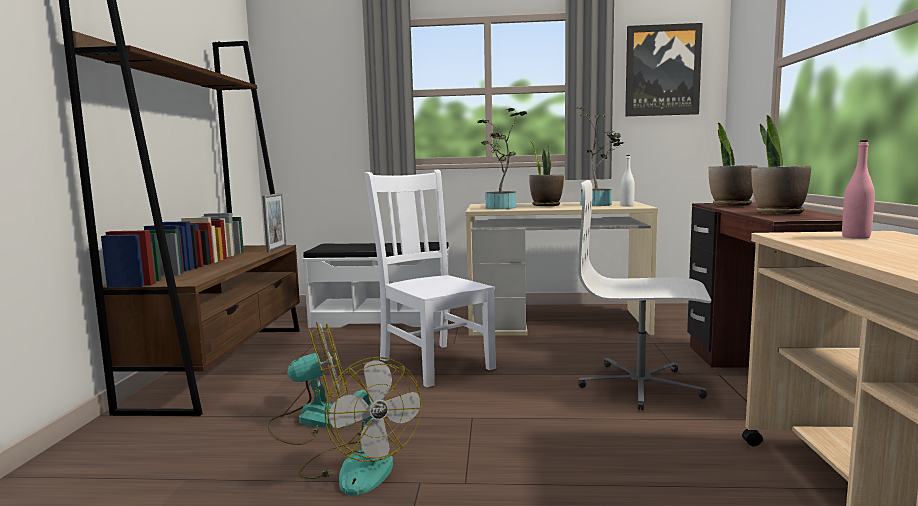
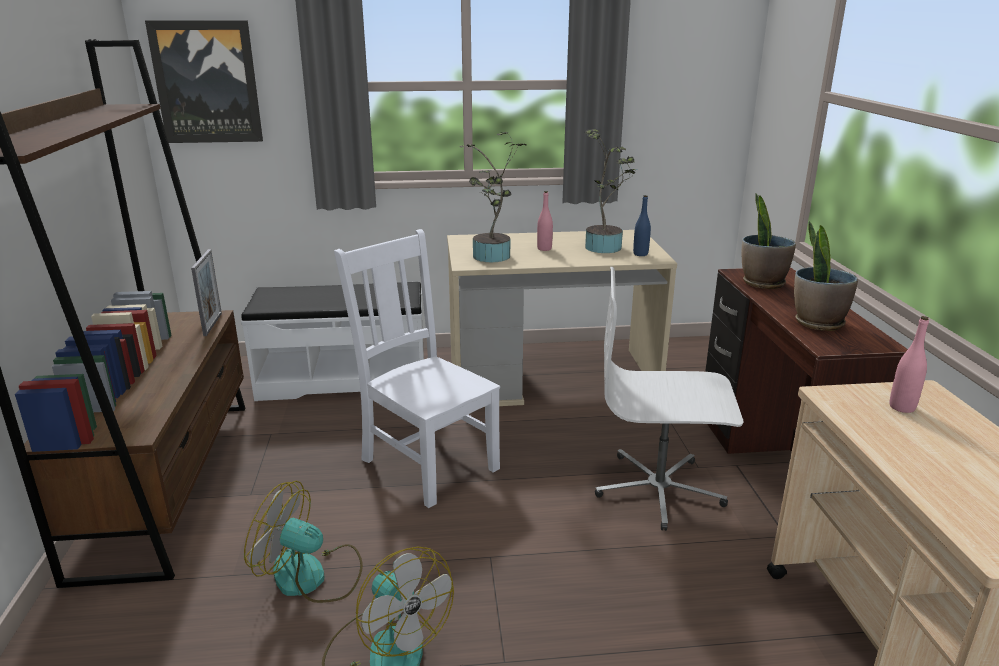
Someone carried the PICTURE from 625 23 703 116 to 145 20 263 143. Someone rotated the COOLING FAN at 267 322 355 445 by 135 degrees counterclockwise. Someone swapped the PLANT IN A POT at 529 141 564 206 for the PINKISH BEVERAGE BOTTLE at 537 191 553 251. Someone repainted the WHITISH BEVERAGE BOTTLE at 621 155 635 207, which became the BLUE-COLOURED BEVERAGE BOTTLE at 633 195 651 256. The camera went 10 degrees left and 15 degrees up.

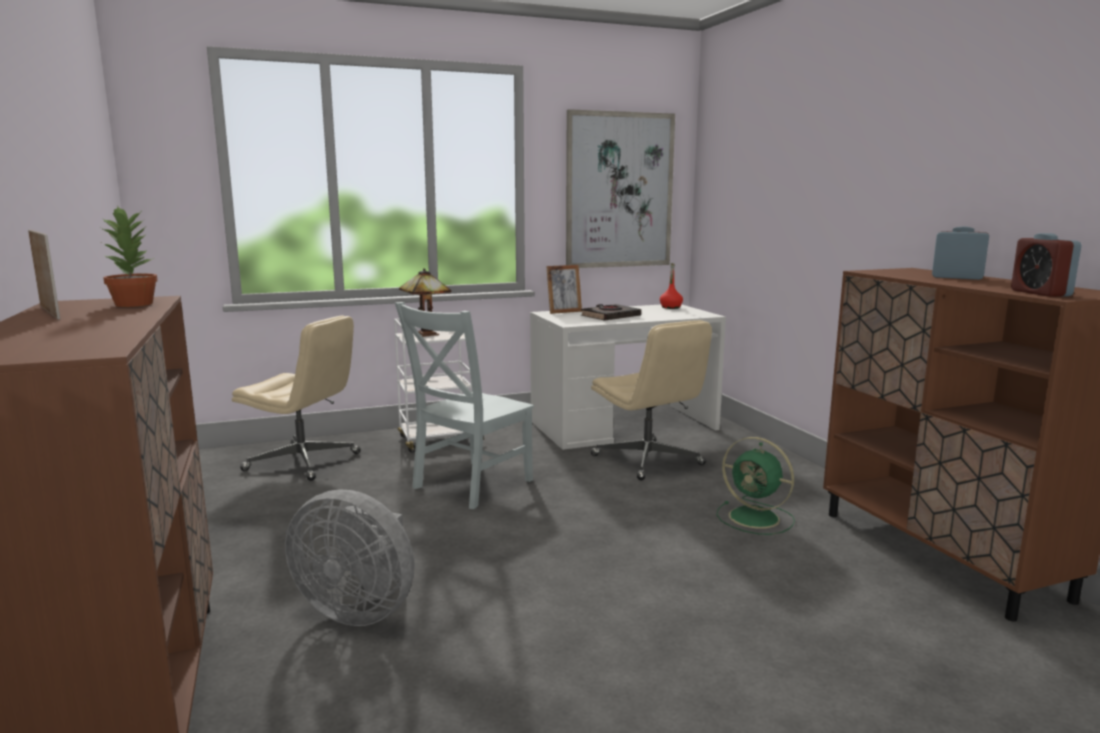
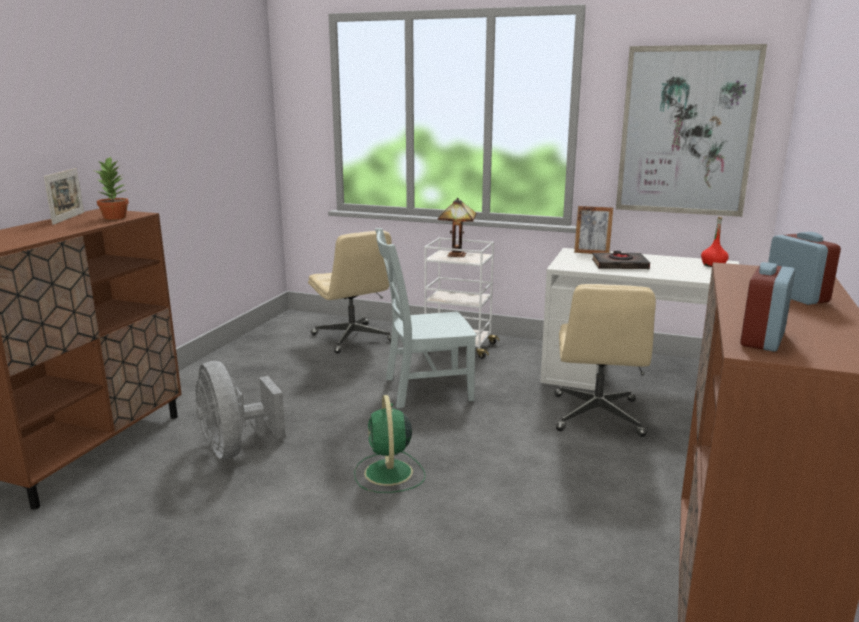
Someone carried the GREENISH COOLING FAN from 717 437 795 535 to 354 395 426 493. The camera went 40 degrees right and 5 degrees up.

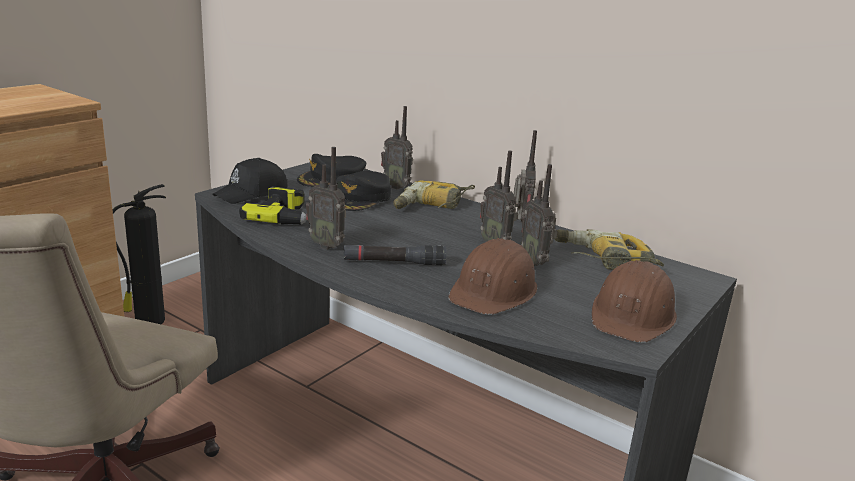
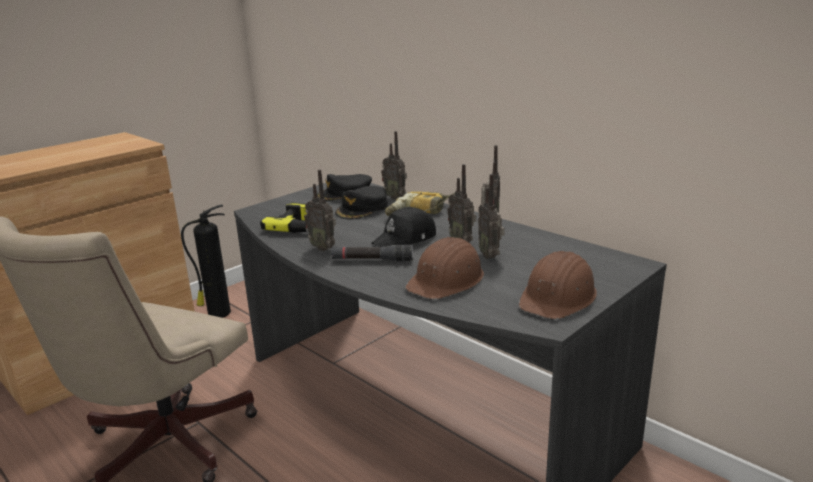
Someone carried the BLACKISH PEAKED CAP from 212 158 287 204 to 371 207 436 247. Someone took away the DRILL at 555 229 664 270. The camera went 10 degrees right and 0 degrees up.

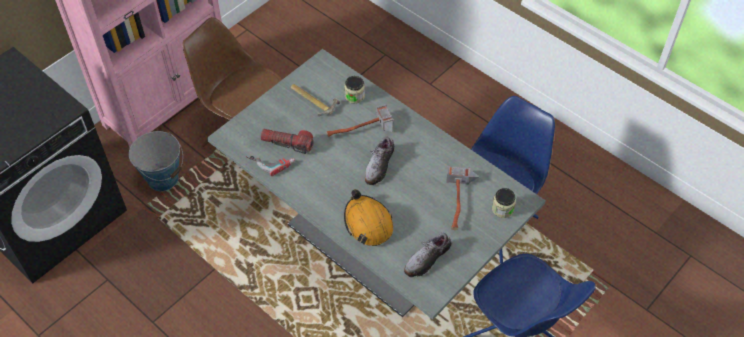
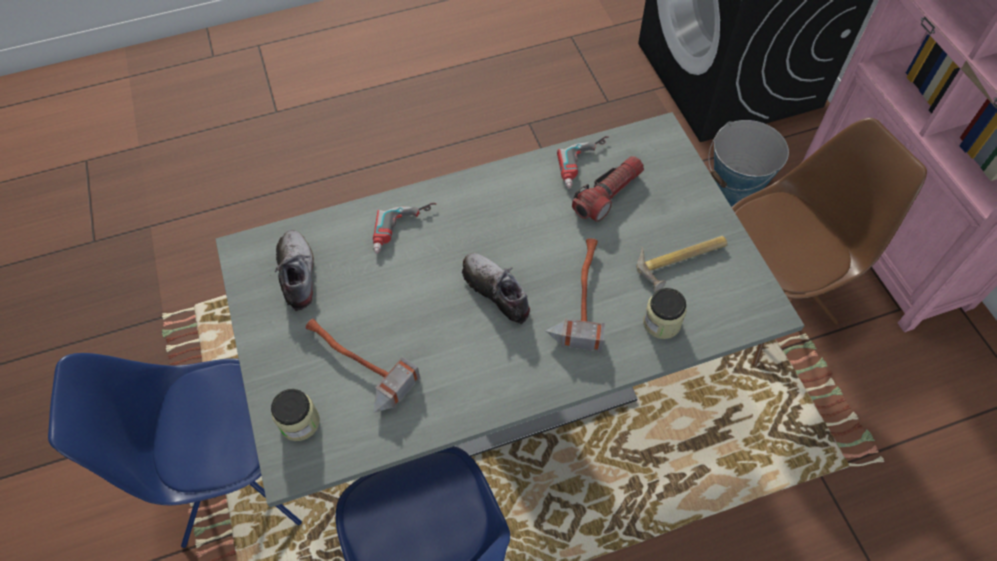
Someone swapped the ORANGEY HARD HAT at 344 189 393 246 for the DRILL at 373 203 437 254. The camera went 120 degrees right and 5 degrees up.

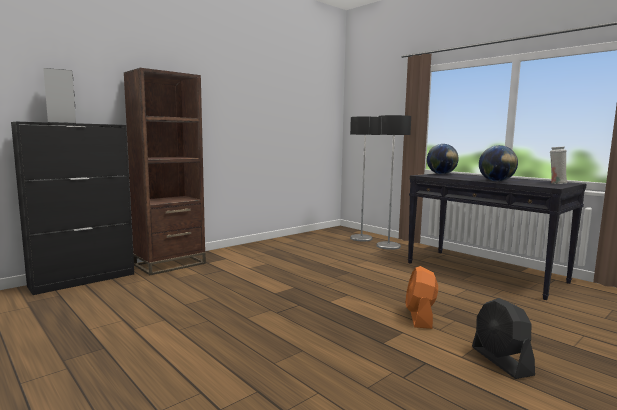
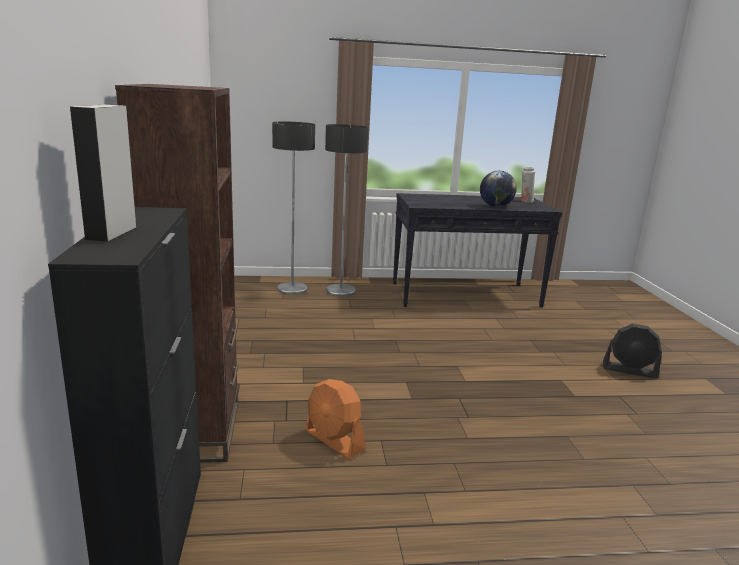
Someone carried the ORANGEY COOLING FAN from 405 266 438 329 to 305 379 366 459. Someone took away the DESK GLOBE at 427 144 459 174. The camera went 55 degrees left and 10 degrees up.

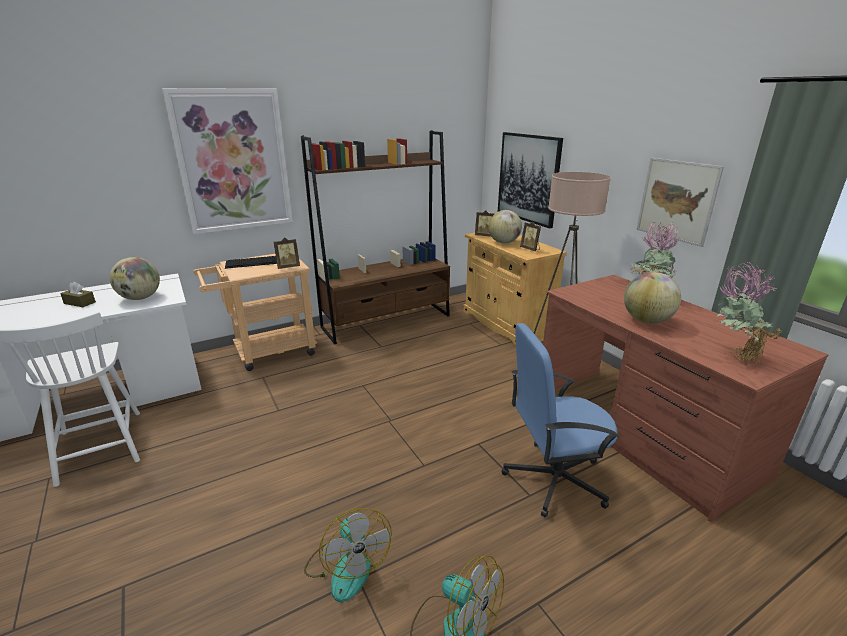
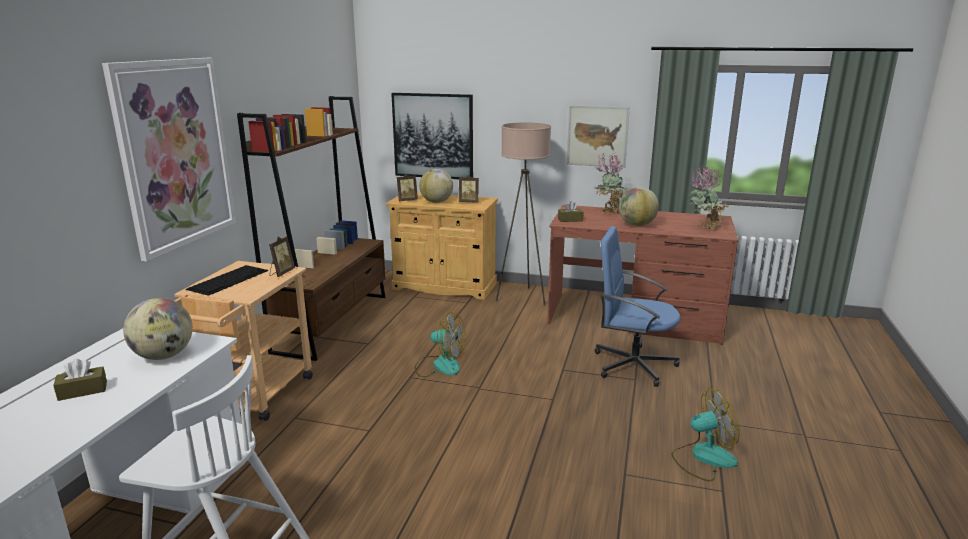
Someone carried the COOLING FAN from 304 508 392 602 to 415 312 466 377. Someone put down the BROWN BOX OF TISSUES at 558 201 584 222. Someone rotated the BLUE-COLOURED OFFICE CHAIR at 502 323 619 518 by 75 degrees clockwise. The camera went 45 degrees left and 5 degrees down.

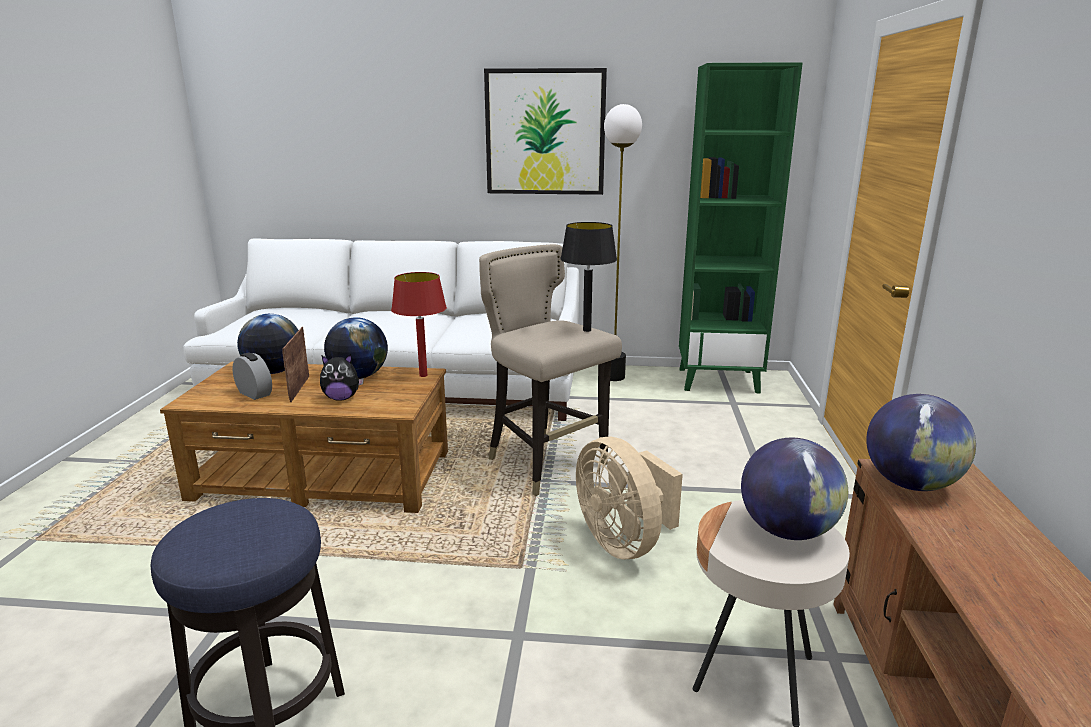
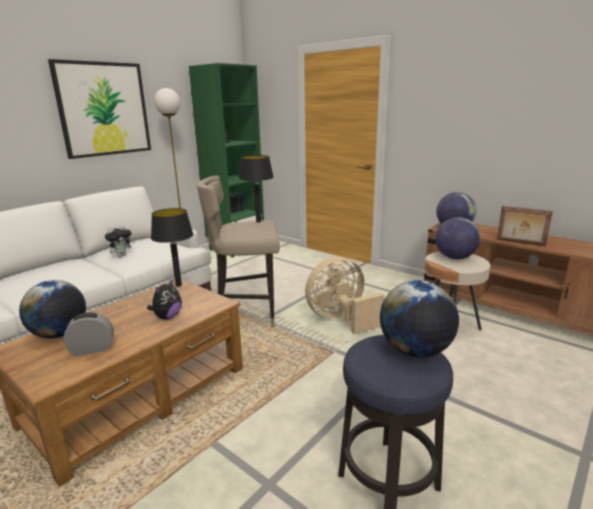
Someone put down the CUDDLY TOY at 105 225 135 257. Someone repainted the RED-COLOURED LAMP FOR A TABLE at 391 272 447 377, which became the BLACKISH LAMP FOR A TABLE at 151 208 194 287. Someone rotated the BEIGE COOLING FAN at 576 437 683 559 by 150 degrees clockwise. Someone carried the DESK GLOBE from 324 317 388 379 to 380 280 459 358. Someone carried the STANDING FRAME from 282 327 309 402 to 497 206 553 246. The camera went 55 degrees left and 0 degrees up.

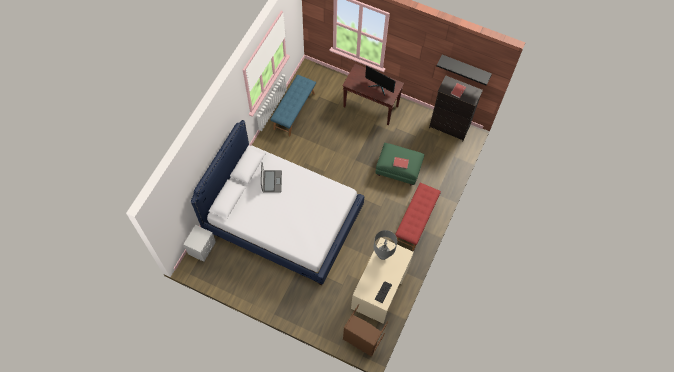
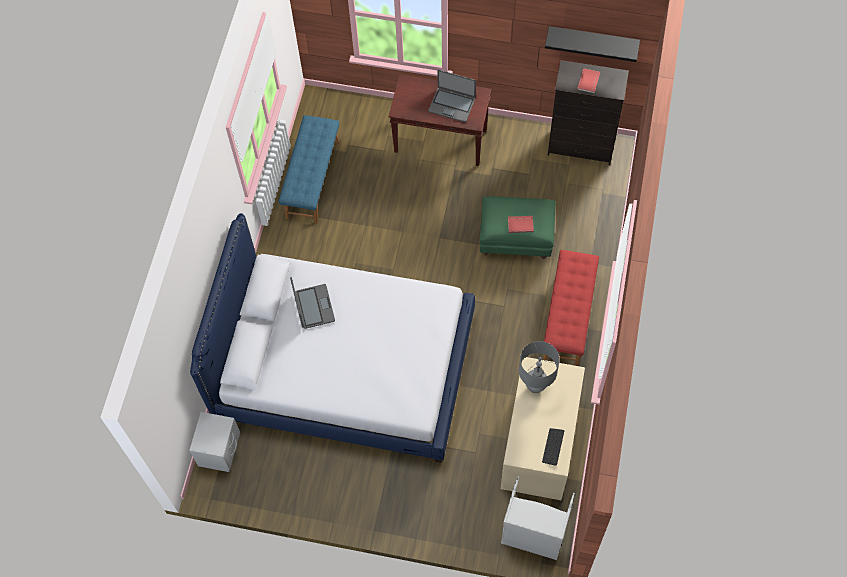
Someone swapped the COMPUTER DISPLAY at 365 65 396 96 for the LAPTOP at 428 70 476 122. Someone repainted the BROWN WASHING BASKET at 343 304 388 357, which became the GREY WASHING BASKET at 501 476 575 560. The camera went 10 degrees left and 0 degrees up.

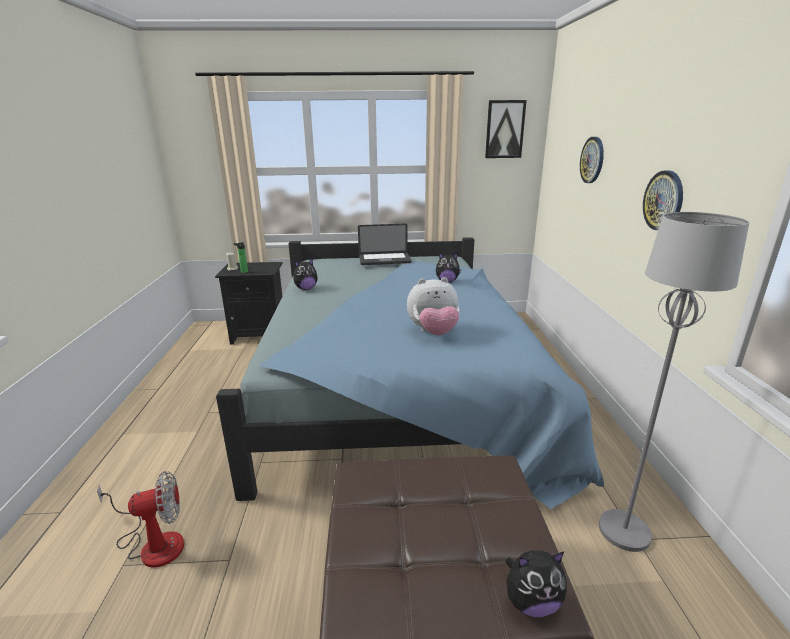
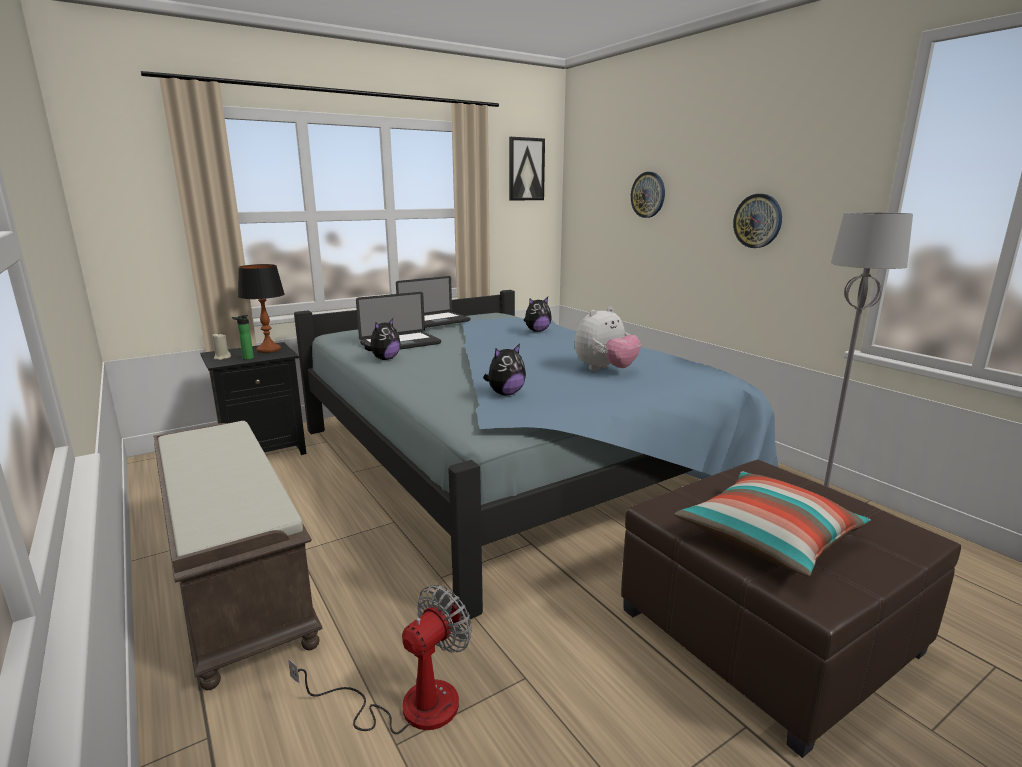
Someone put down the BROWN LONG SEAT at 154 421 323 690. Someone put down the LAMP FOR A TABLE at 238 264 285 353. Someone put down the LAPTOP at 356 292 441 350. Someone carried the CUDDLY TOY from 505 550 567 617 to 483 344 526 396. Someone put down the THROW PILLOW at 674 472 870 577. The camera went 30 degrees left and 5 degrees down.

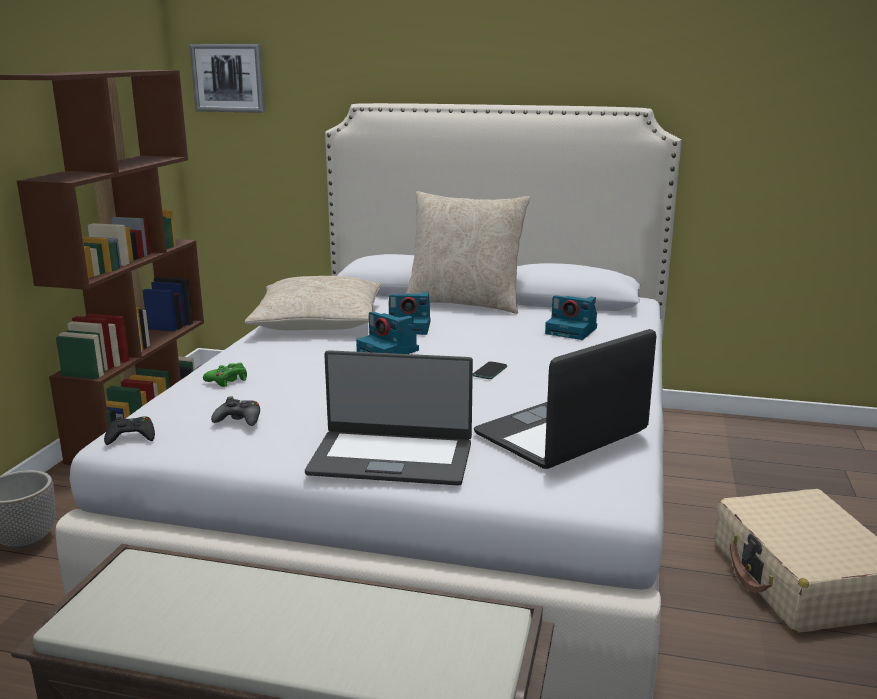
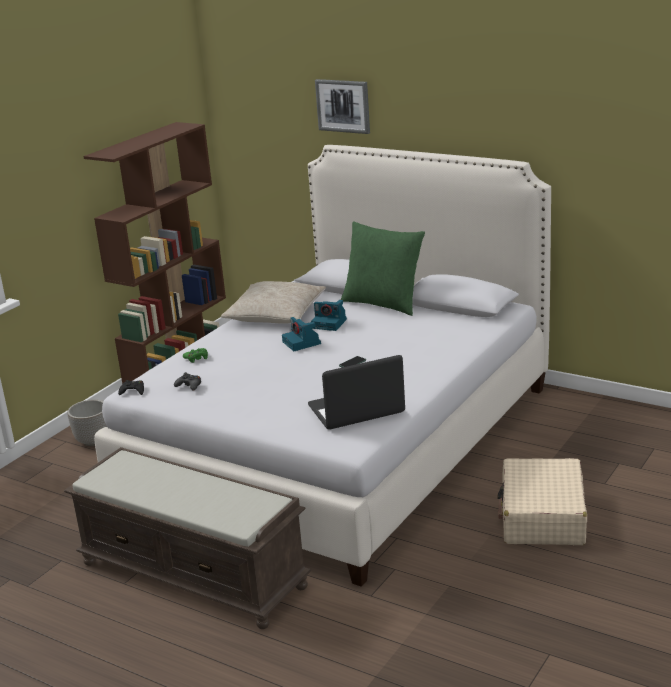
Someone carried the PICTURE from 189 44 265 113 to 315 79 370 134. Someone repainted the BEIGE THROW PILLOW at 406 191 530 314, which became the GREENISH THROW PILLOW at 341 222 425 316. Someone took away the LAPTOP at 305 350 473 486. Someone took away the STILL CAMERA at 545 295 597 340. The camera went 20 degrees right and 5 degrees up.

